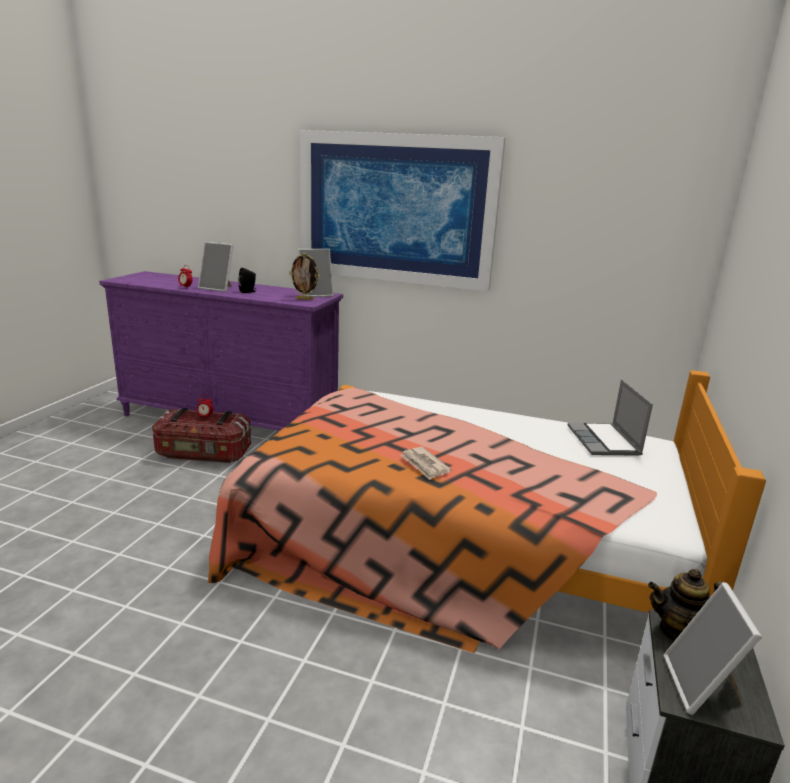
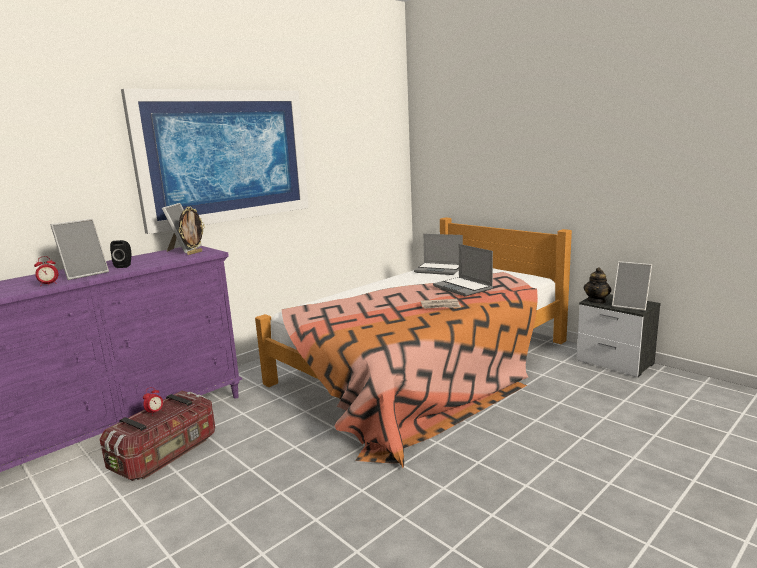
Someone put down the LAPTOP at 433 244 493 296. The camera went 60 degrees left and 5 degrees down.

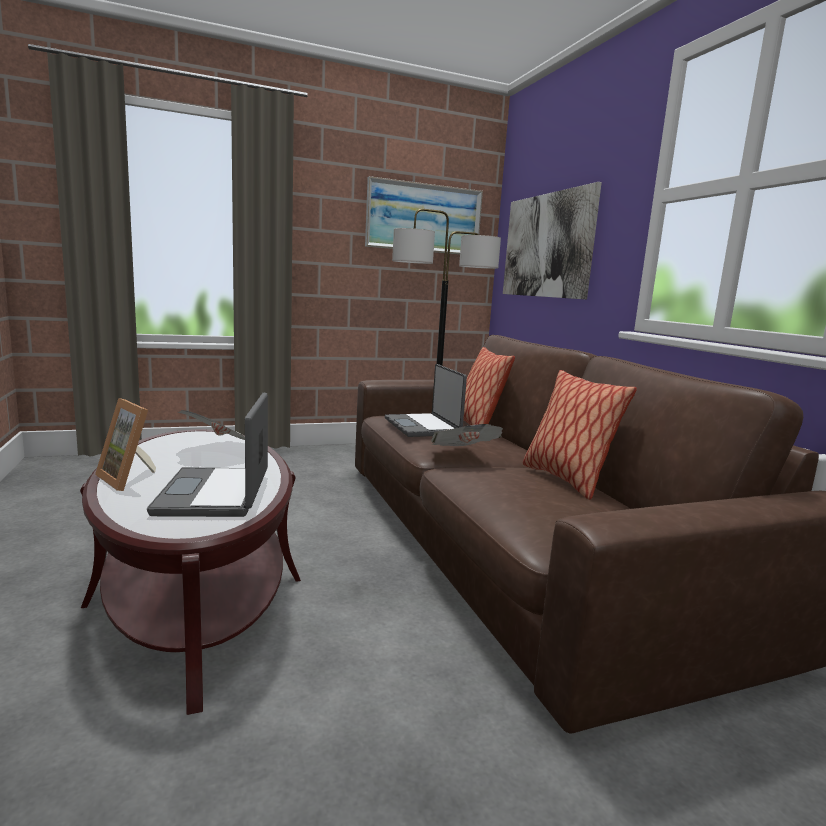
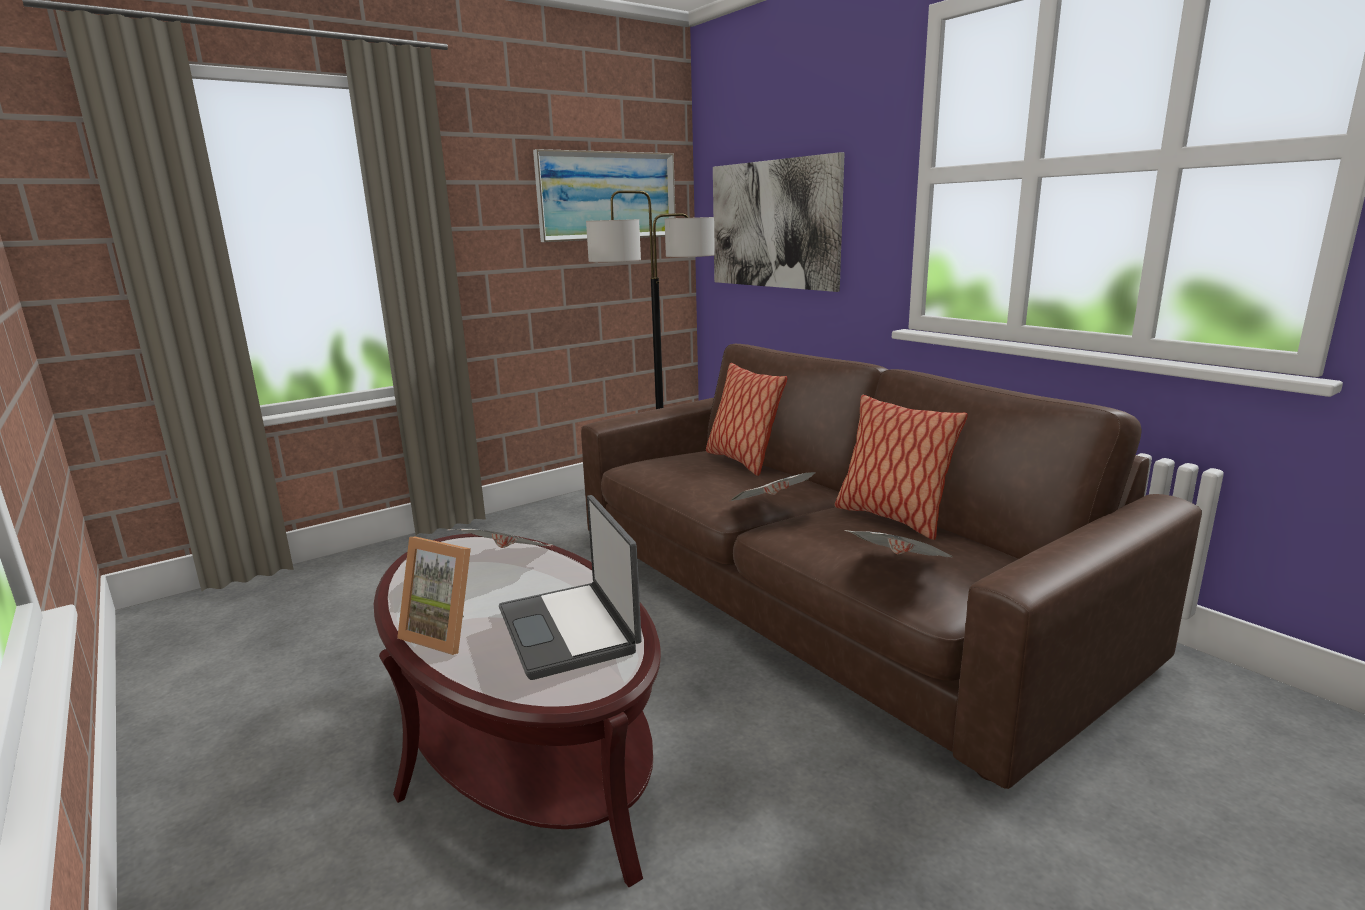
Someone put down the DAILY PAPER at 845 530 953 557. Someone took away the LAPTOP at 385 364 467 437. The camera went 15 degrees left and 5 degrees up.

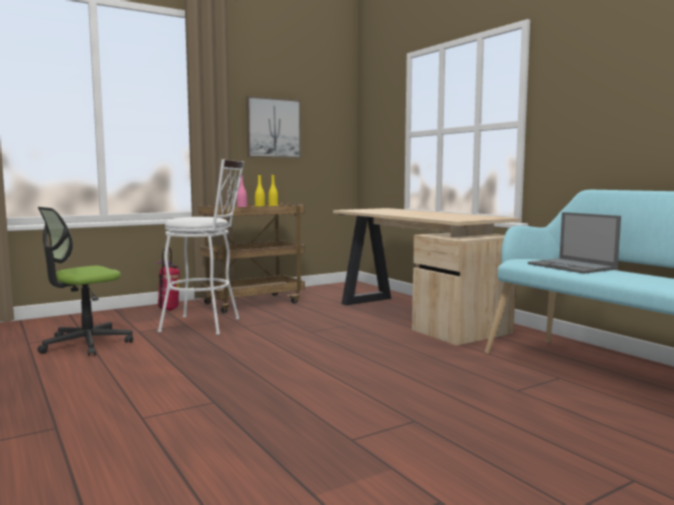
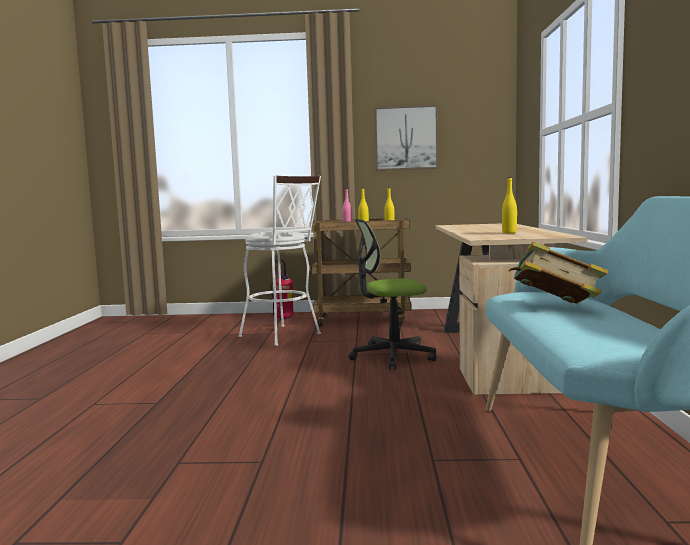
Someone carried the OFFICE CHAIR from 37 207 133 356 to 348 219 436 369. Someone put down the YELLOW-COLOURED BEVERAGE BOTTLE at 502 177 517 233. Someone swapped the LAPTOP at 528 212 621 274 for the BOUND BOOK at 509 241 608 304. The camera went 35 degrees right and 0 degrees up.

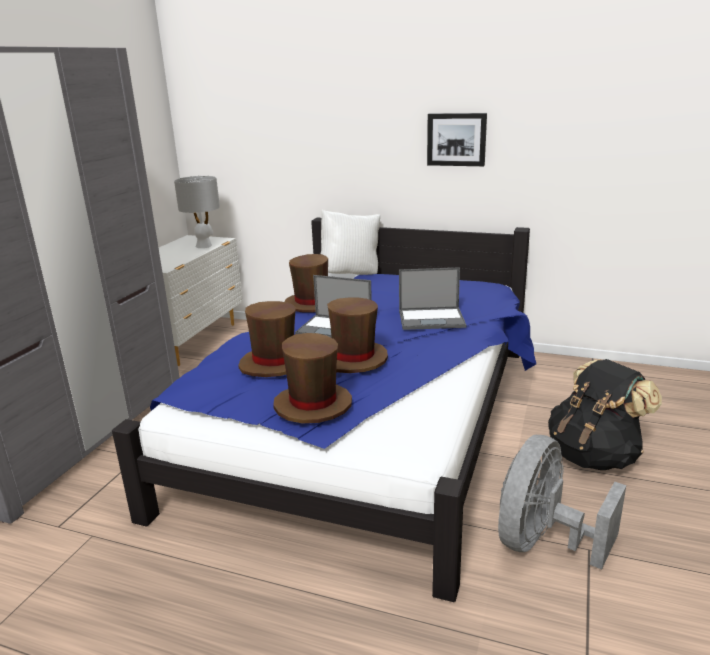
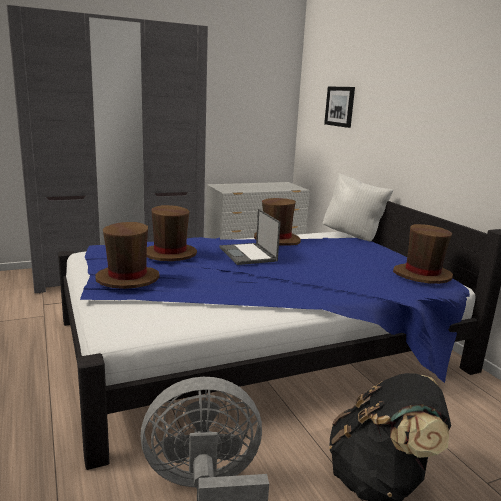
Someone carried the PICTURE from 427 113 487 166 to 324 86 355 128. Someone carried the BROWN HAT from 327 297 388 373 to 393 224 453 284. Someone took away the GREY LAMP FOR A TABLE at 174 176 220 248. Someone took away the LAPTOP at 399 267 466 330. The camera went 45 degrees right and 5 degrees down.

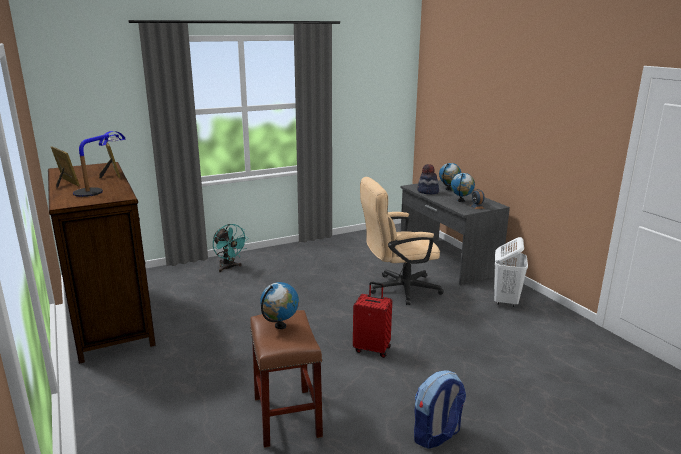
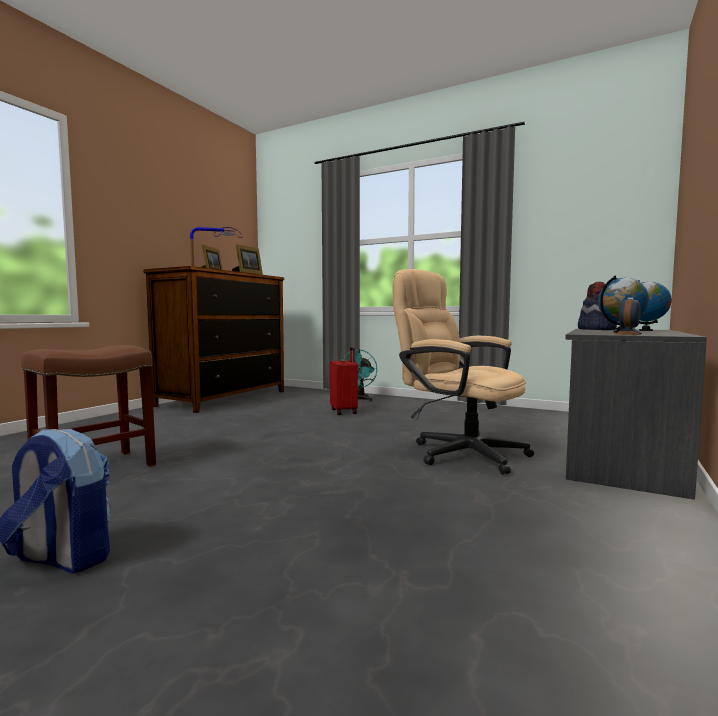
Someone carried the RED-COLOURED PIECE OF LUGGAGE from 353 282 392 358 to 330 347 358 415. Someone took away the DESK GLOBE at 260 282 299 329. Someone took away the WHITISH WASHING BASKET at 494 237 528 307. The camera went 55 degrees right and 15 degrees down.

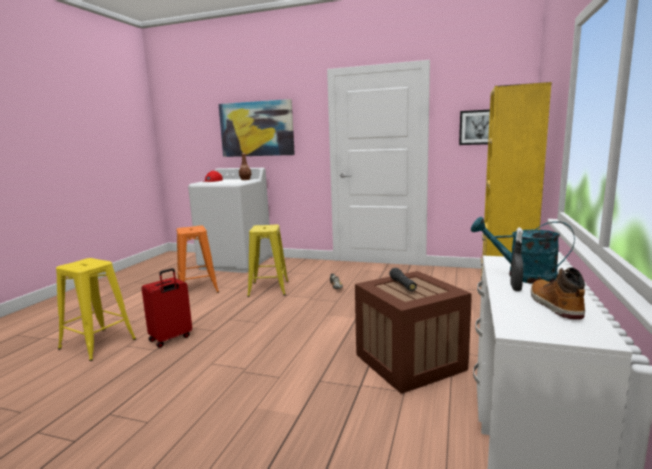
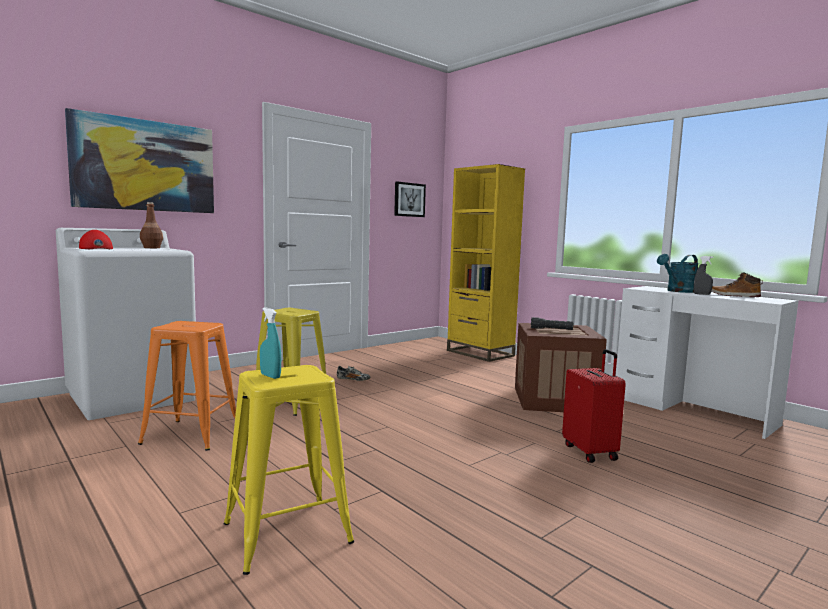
Someone put down the BLUE-GREEN SPRAY BOTTLE at 260 308 281 379. Someone carried the RED-COLOURED PIECE OF LUGGAGE from 141 268 192 348 to 562 349 626 463. The camera went 60 degrees left and 5 degrees down.

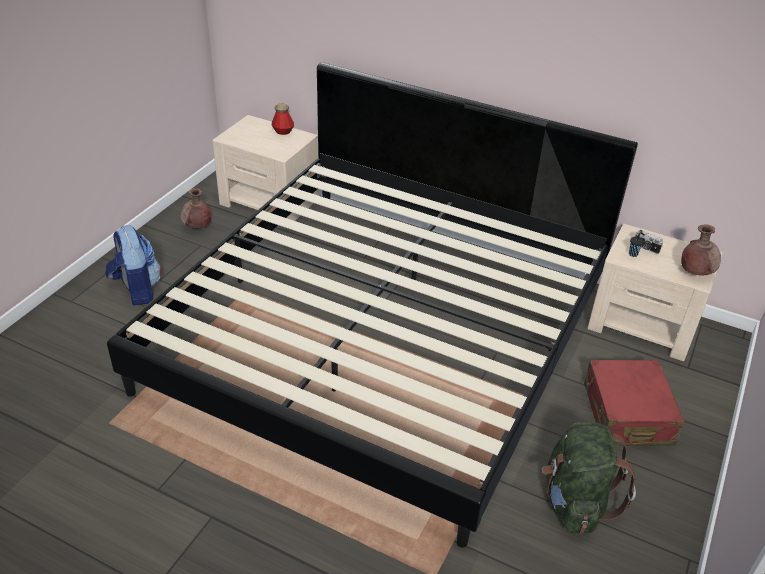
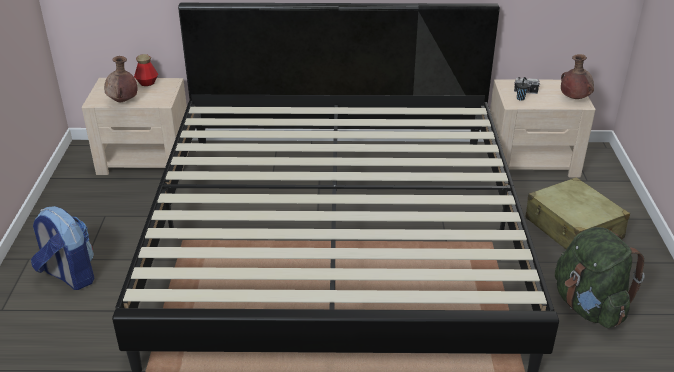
Someone carried the BROWN DECORATIVE VASE from 181 188 211 229 to 104 56 137 102. Someone repainted the RED-COLOURED PIECE OF LUGGAGE at 584 360 684 446, which became the BEIGE PIECE OF LUGGAGE at 525 177 630 249. The camera went 25 degrees left and 5 degrees down.

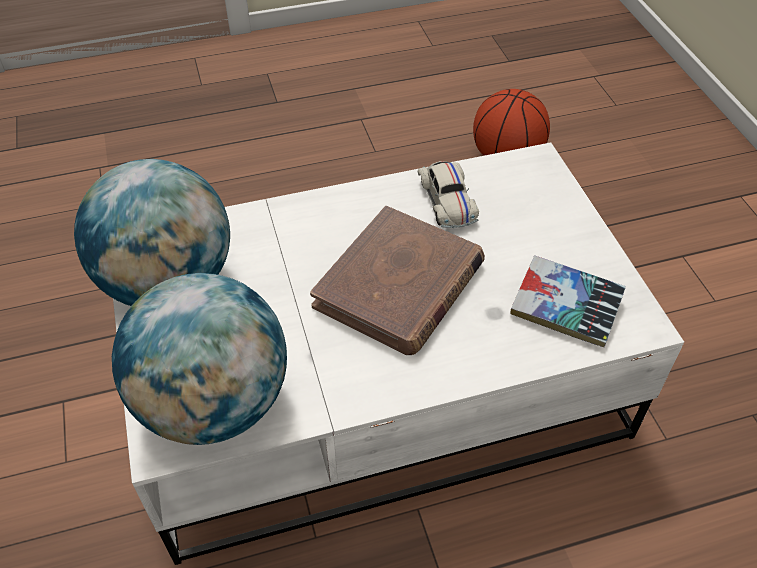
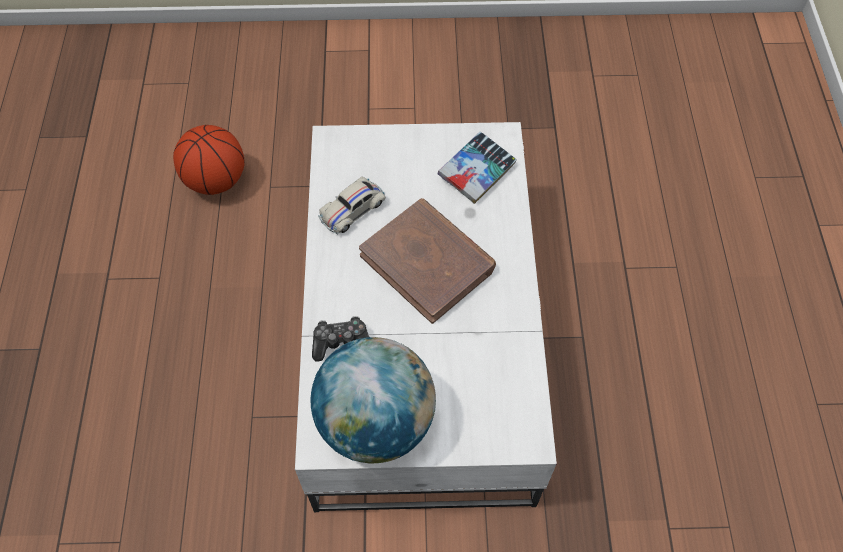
Someone put down the GAME CONTROLLER at 312 316 369 362. Someone rotated the WHITISH TOY CAR at 418 161 479 228 by 135 degrees clockwise. Someone took away the DESK GLOBE at 112 273 287 445. The camera went 75 degrees left and 10 degrees up.

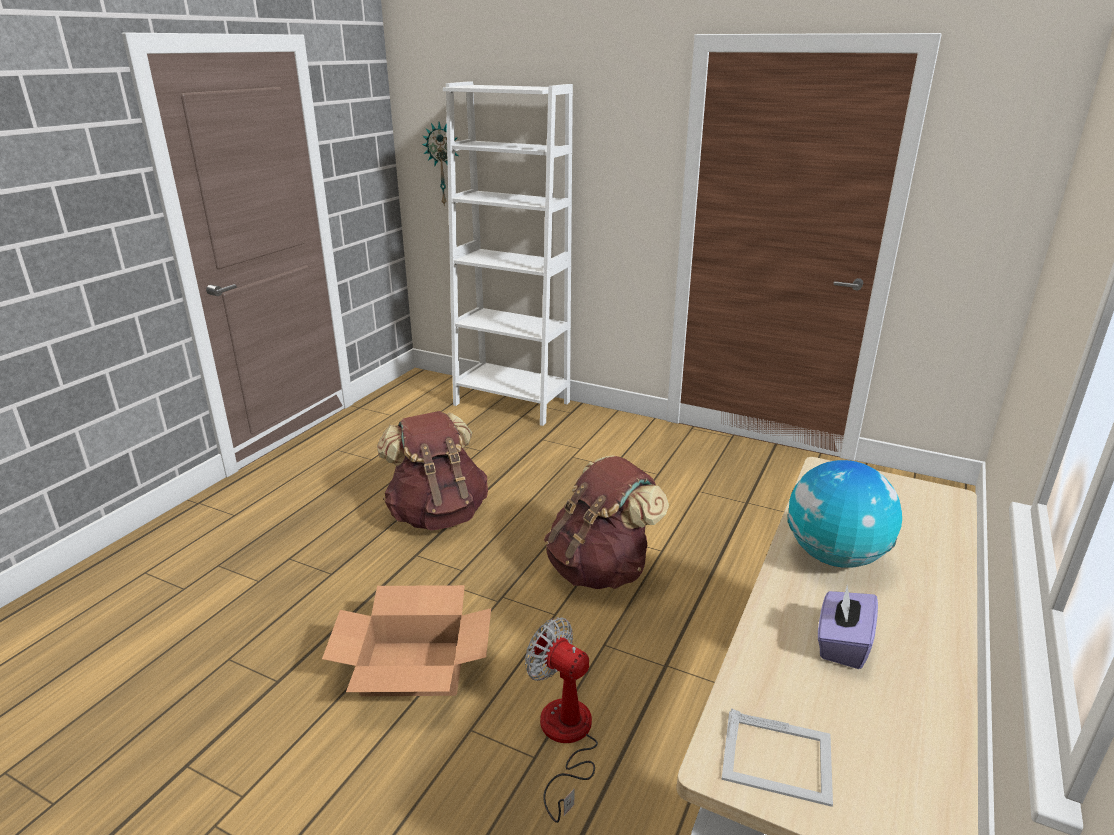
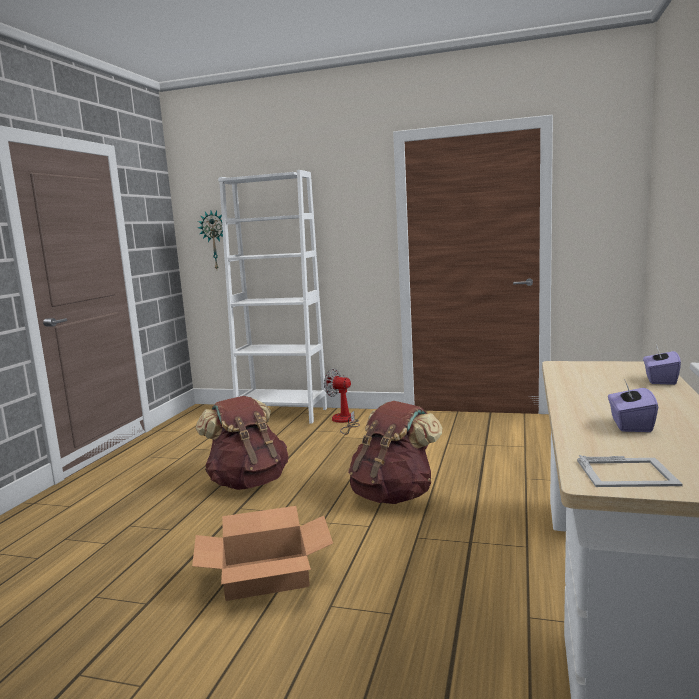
Someone carried the COOLING FAN from 525 617 598 823 to 324 368 360 434. Someone put down the PURPLISH BOX OF TISSUES at 643 344 681 385. Someone took away the DESK GLOBE at 787 460 902 568. The camera went 10 degrees left and 15 degrees down.

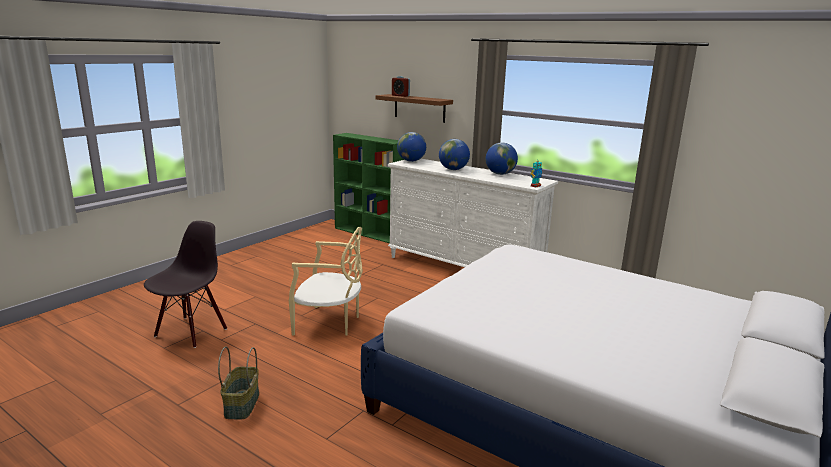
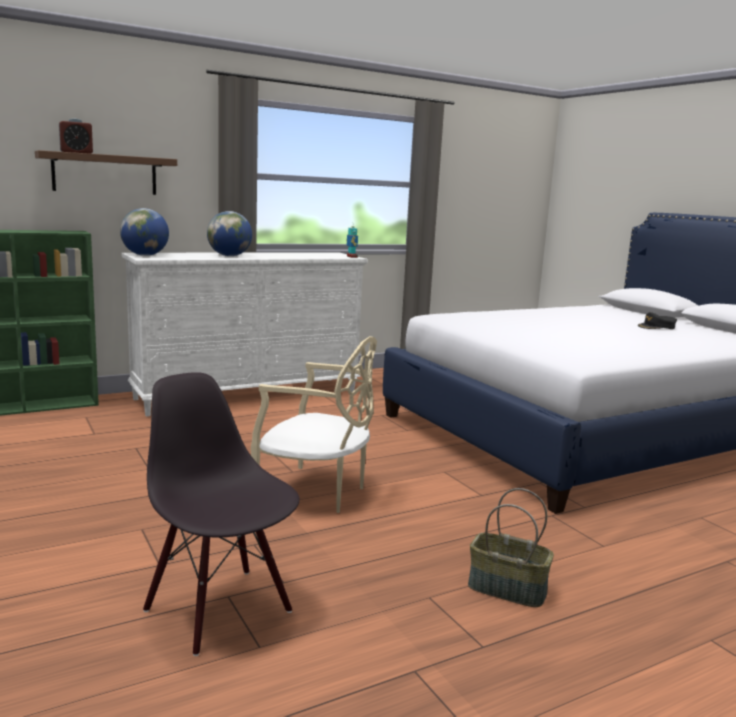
Someone rotated the BEIGE PLAIN CHAIR at 289 227 363 336 by 75 degrees clockwise. Someone put down the BLACKISH PEAKED CAP at 637 312 677 329. Someone took away the DESK GLOBE at 486 143 518 175. The camera went 65 degrees left and 5 degrees down.

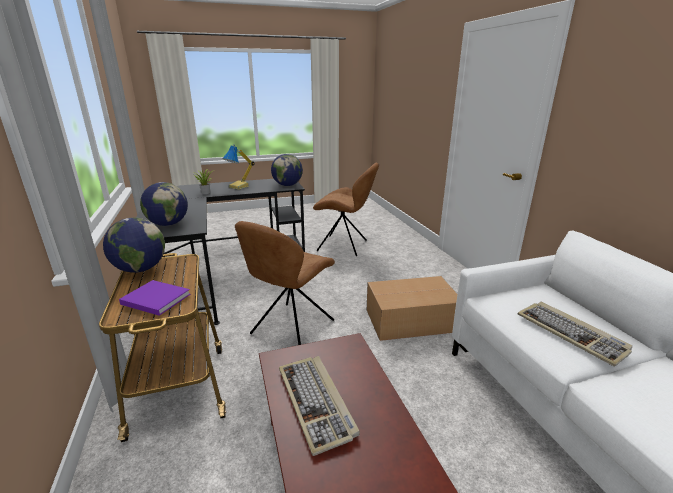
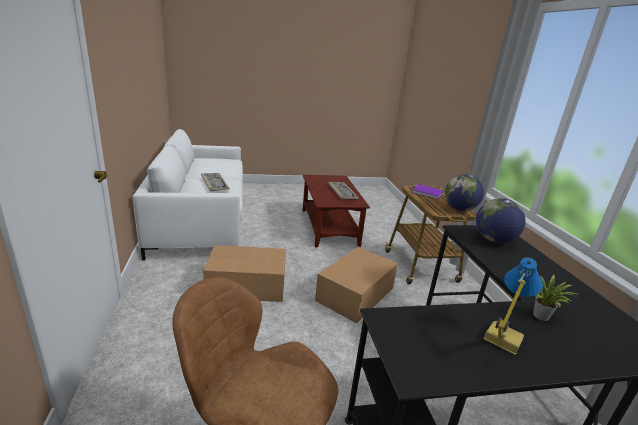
Someone swapped the BROWN PLAIN CHAIR at 235 221 335 345 for the CARDBOARD BOX at 315 247 398 323. Someone took away the DESK GLOBE at 271 154 303 186. The camera went 175 degrees left and 0 degrees up.

